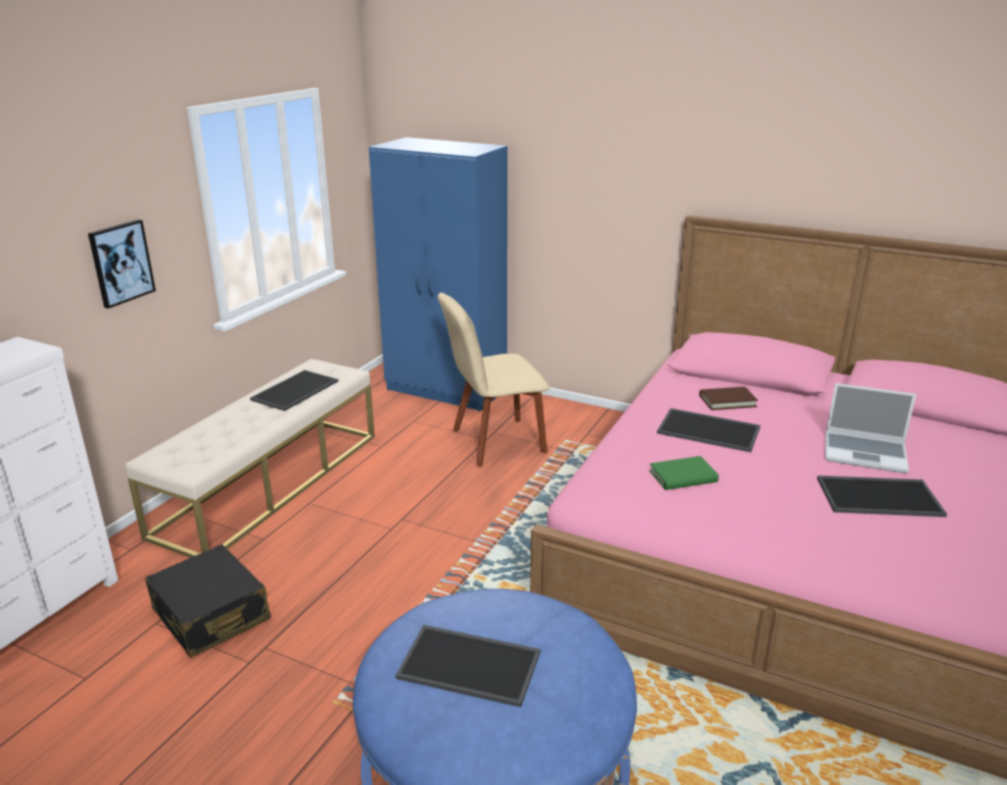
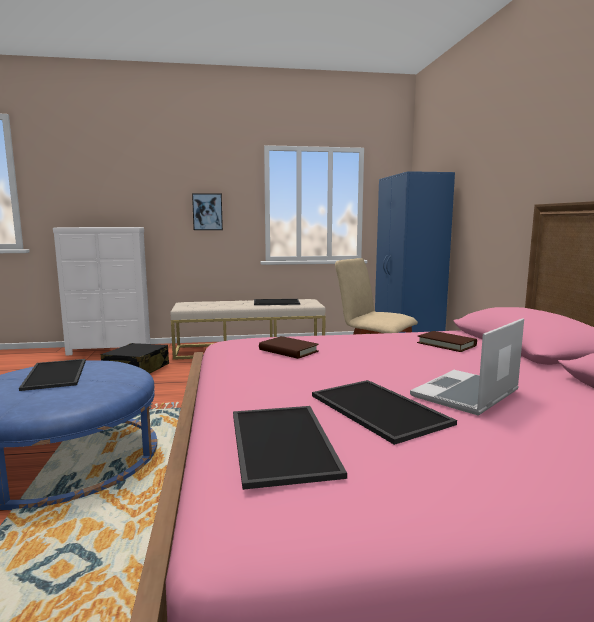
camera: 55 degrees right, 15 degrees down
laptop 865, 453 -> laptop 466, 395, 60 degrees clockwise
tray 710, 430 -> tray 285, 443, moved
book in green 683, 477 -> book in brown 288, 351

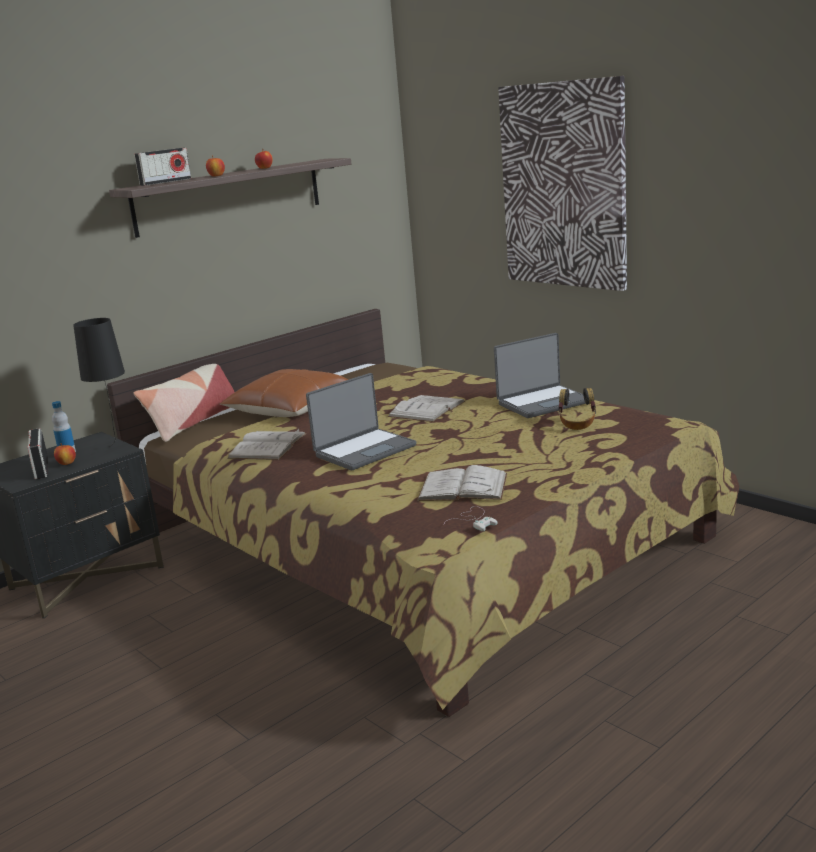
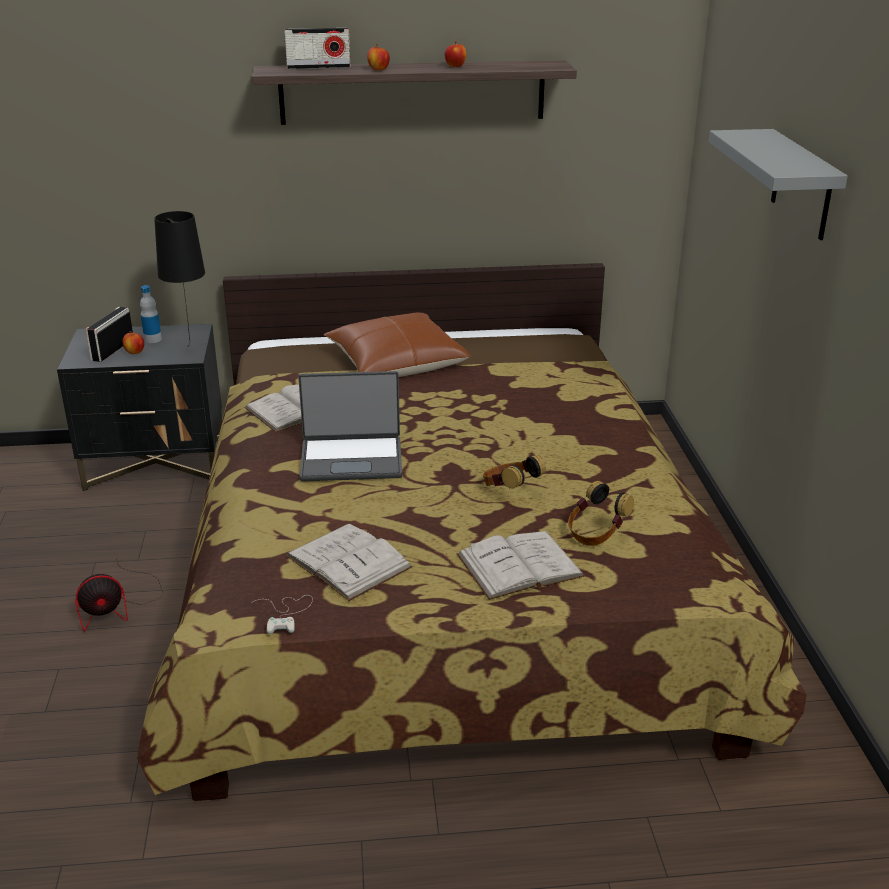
camera: 35 degrees right, 10 degrees up
picture 563, 186 -> shelf in grey 802, 185
laptop 543, 403 -> none
pillow 194, 422 -> none
book in white 427, 409 -> book in white 519, 565, moved
none -> headphones 510, 491
none -> fan 118, 606

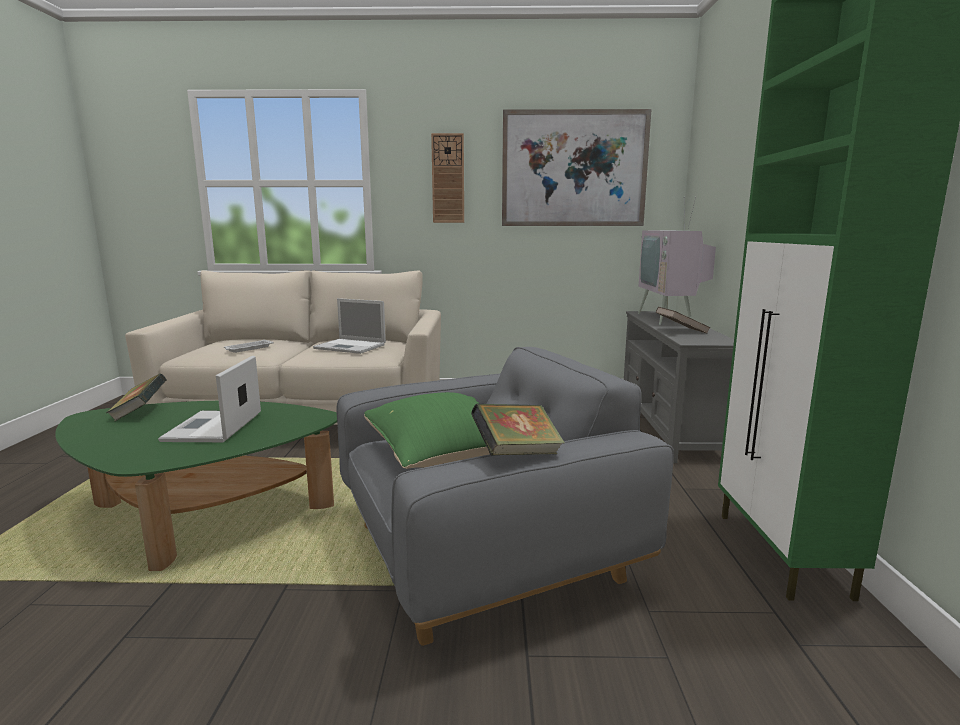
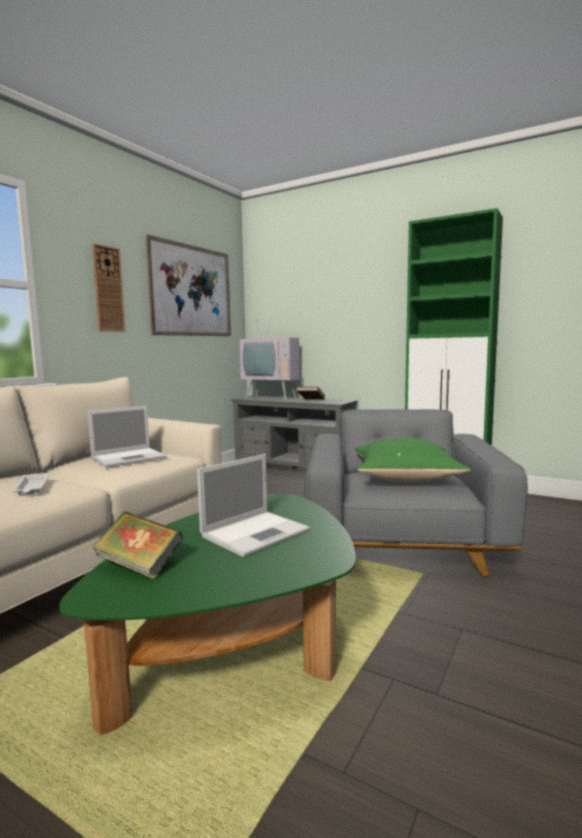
camera: 60 degrees left, 5 degrees down
laptop 213, 428 -> laptop 256, 533, 75 degrees counterclockwise
book 517, 453 -> none

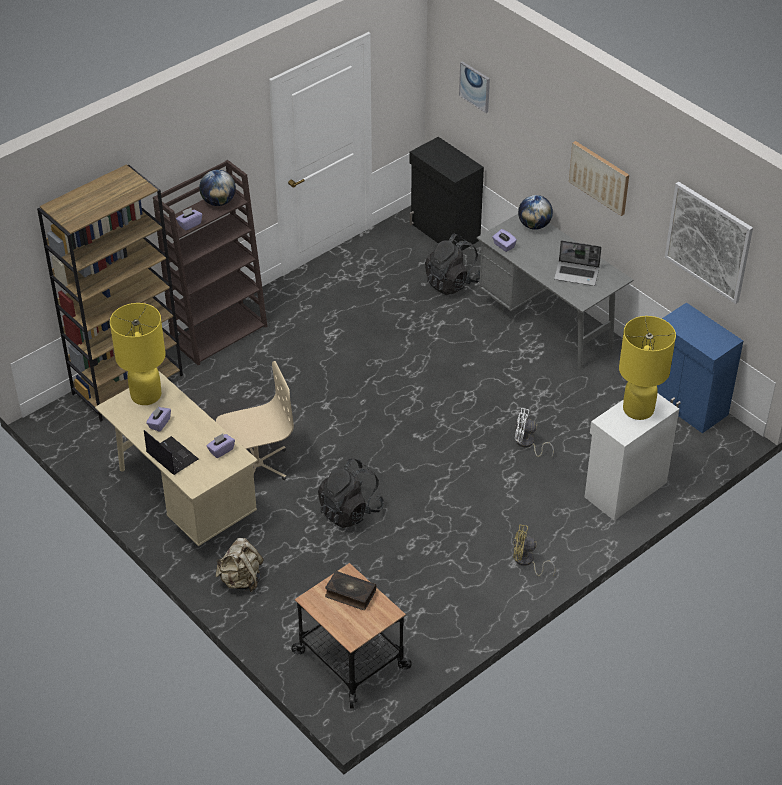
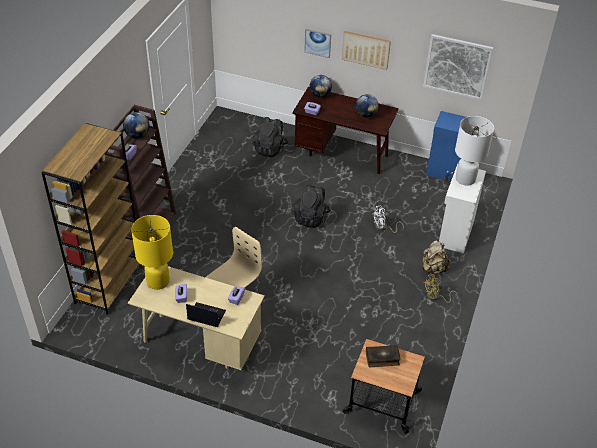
camera: 30 degrees left, 0 degrees up
picture 475, 86 -> picture 318, 42, moved
cabinet in black 444, 232 -> none
desk in grey 548, 323 -> desk in brown 342, 154
laptop 577, 274 -> globe 366, 115
table lamp in yellow 638, 409 -> table lamp in white 465, 179
backpack in black 350, 511 -> backpack in black 311, 217, moved
backpack in beige 241, 580 -> backpack in beige 433, 268, moved

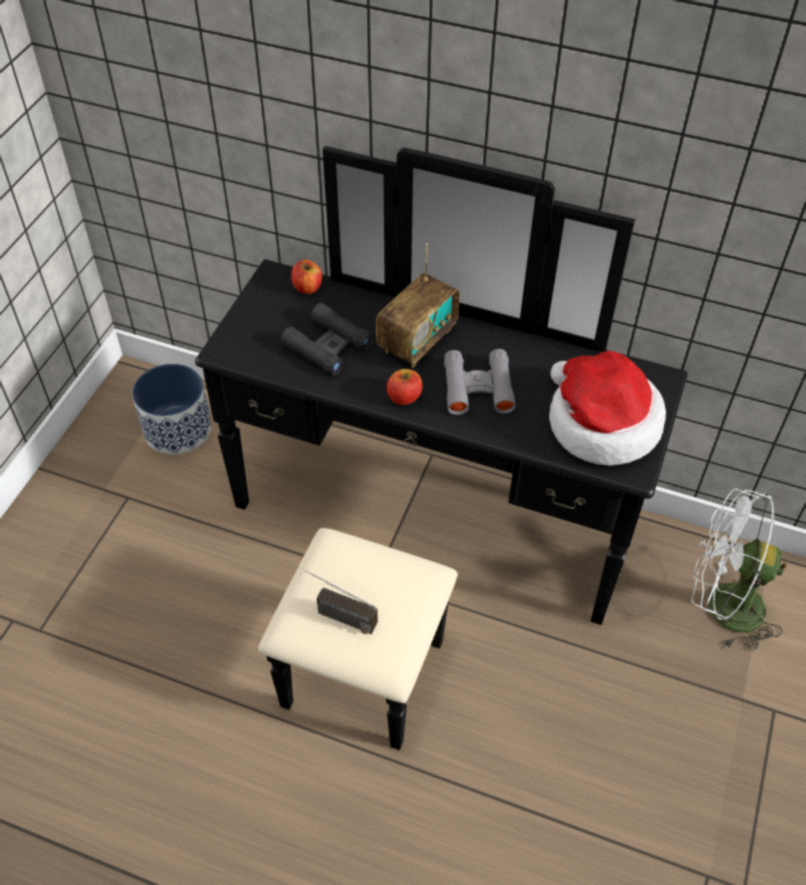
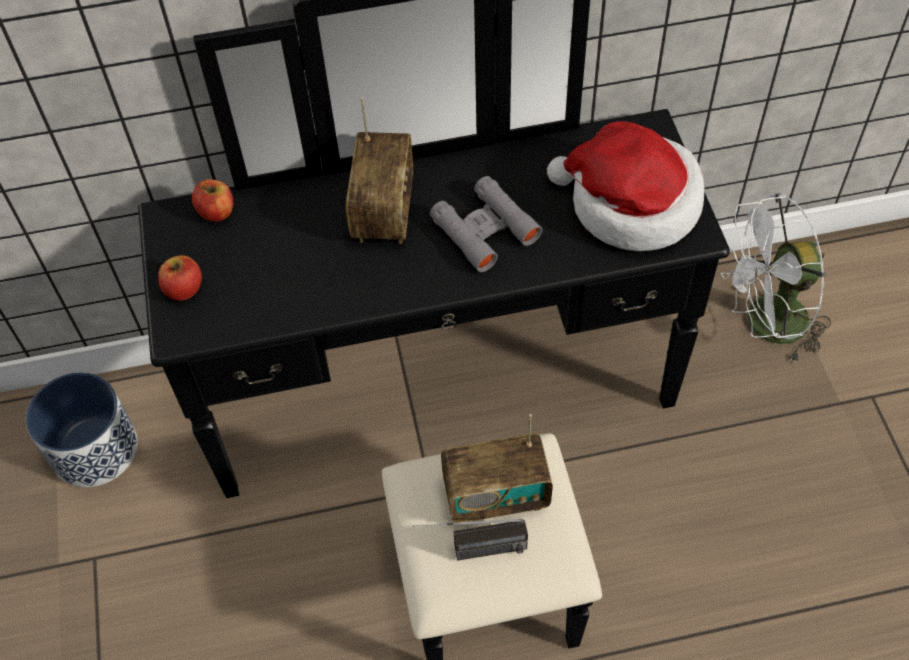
camera: 30 degrees left, 5 degrees up
binoculars in black 328, 346 -> none
apple 404, 397 -> apple 184, 289, moved
none -> radio 496, 496

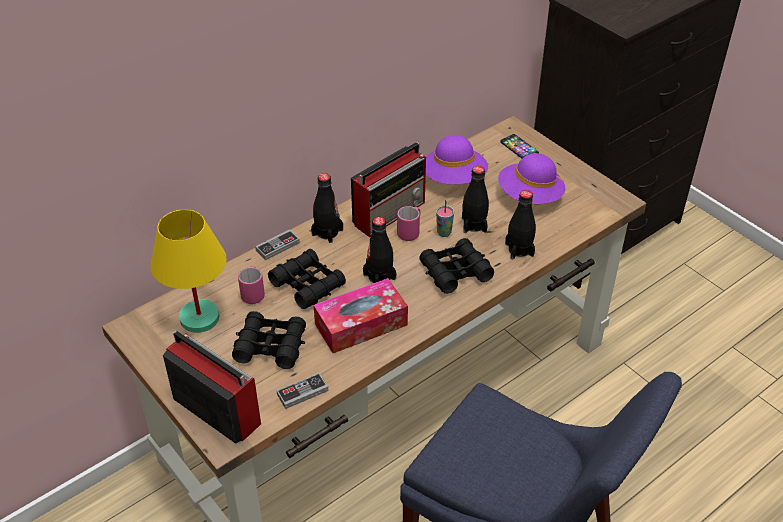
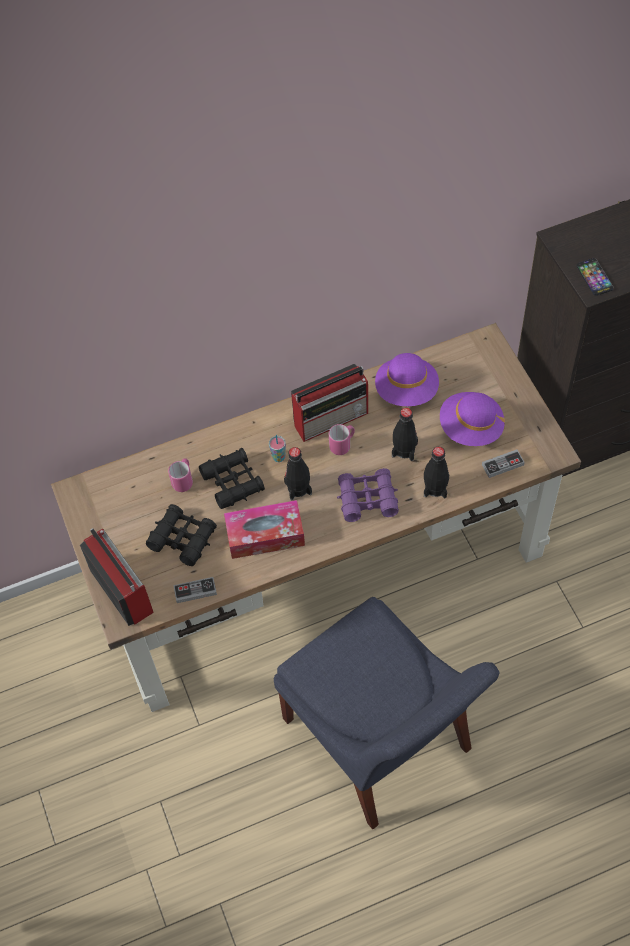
camera: 20 degrees right, 15 degrees up
phone 519, 148 -> phone 594, 277, moved
bottle in black 327, 232 -> none
cup 444, 233 -> cup 278, 457, moved
table lamp in yellow 199, 317 -> none
game controller 277, 246 -> game controller 502, 465, moved
binoculars in black 455, 272 -> binoculars in purple 367, 499

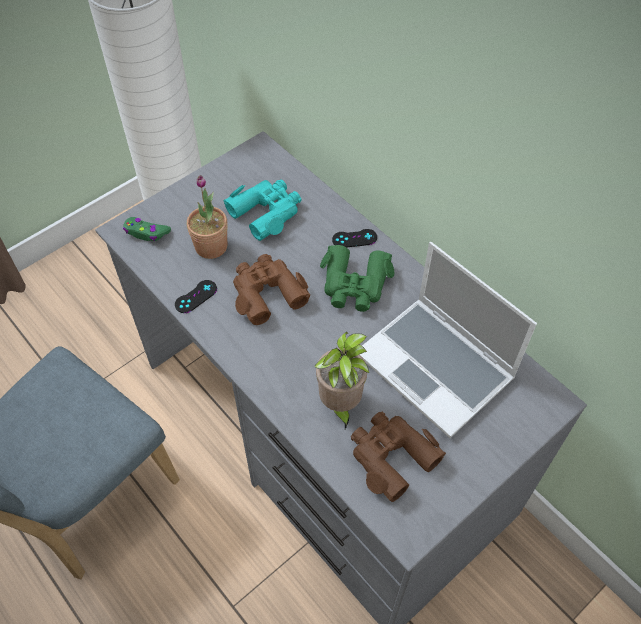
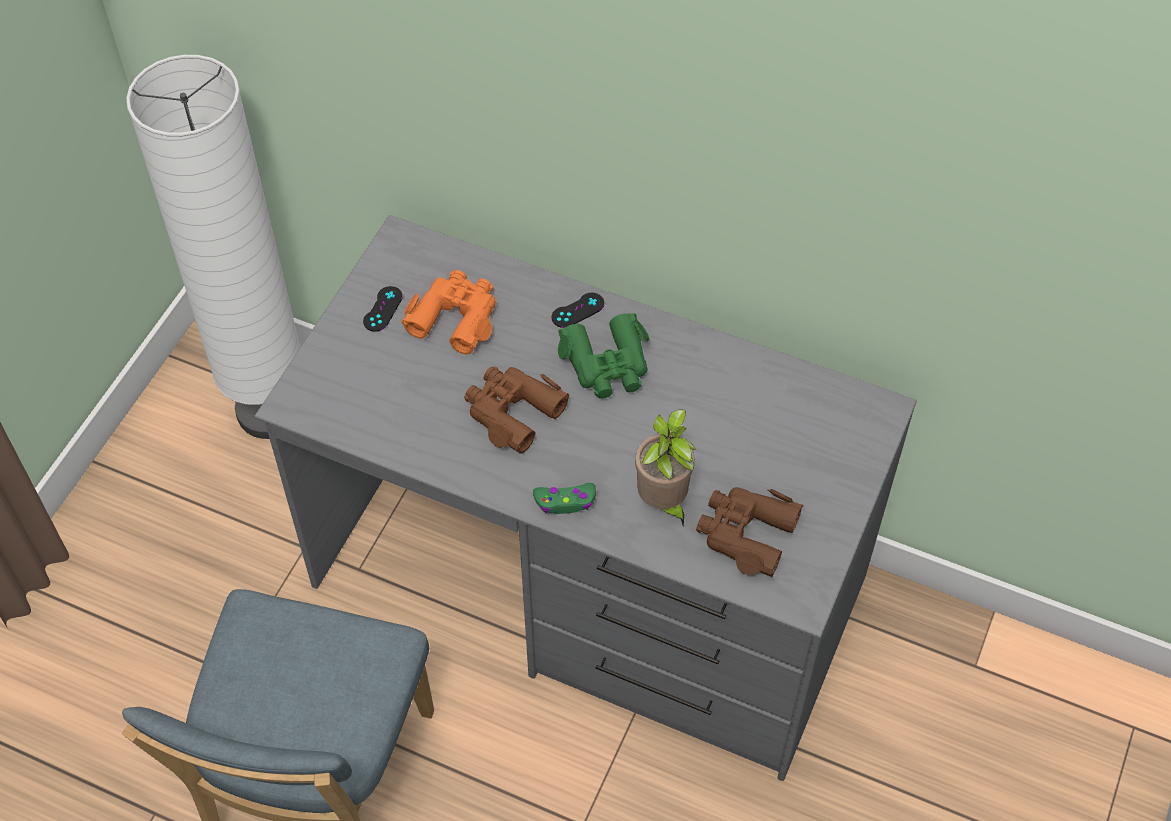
camera: 25 degrees left, 0 degrees up
potted plant 211, 246 -> none
binoculars in turquoise 266, 212 -> binoculars in orange 455, 316
game controller in green 146, 232 -> game controller in green 565, 502, moved
laptop 437, 367 -> none
game controller in black 196, 296 -> game controller in black 383, 309, moved

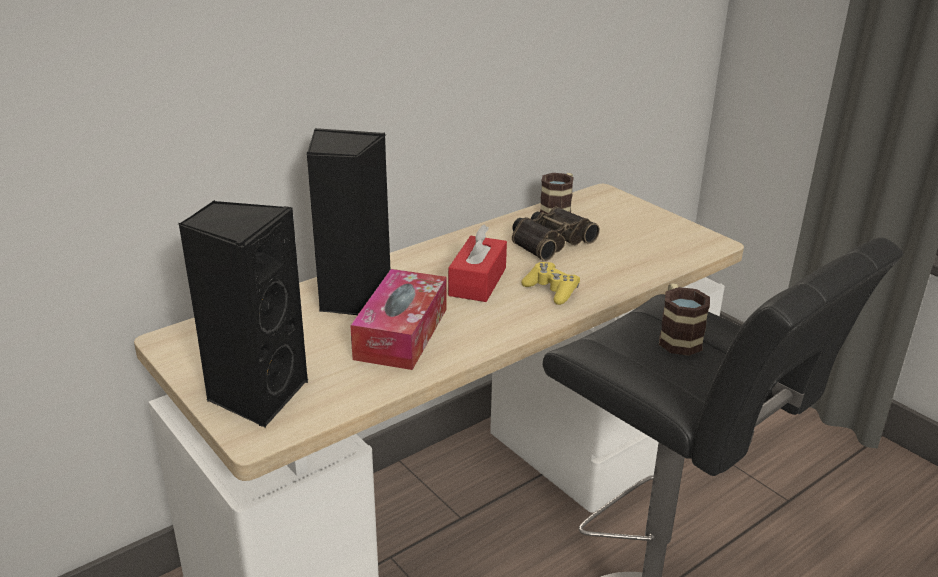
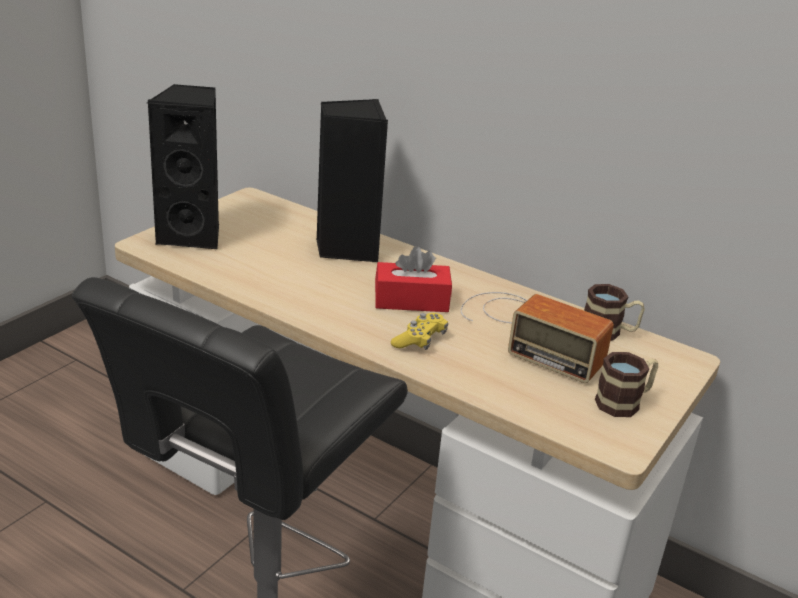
camera: 70 degrees right, 0 degrees up
binoculars 549, 241 -> radio 528, 332
tissue box 401, 333 -> none
mug 677, 337 -> mug 624, 402, moved

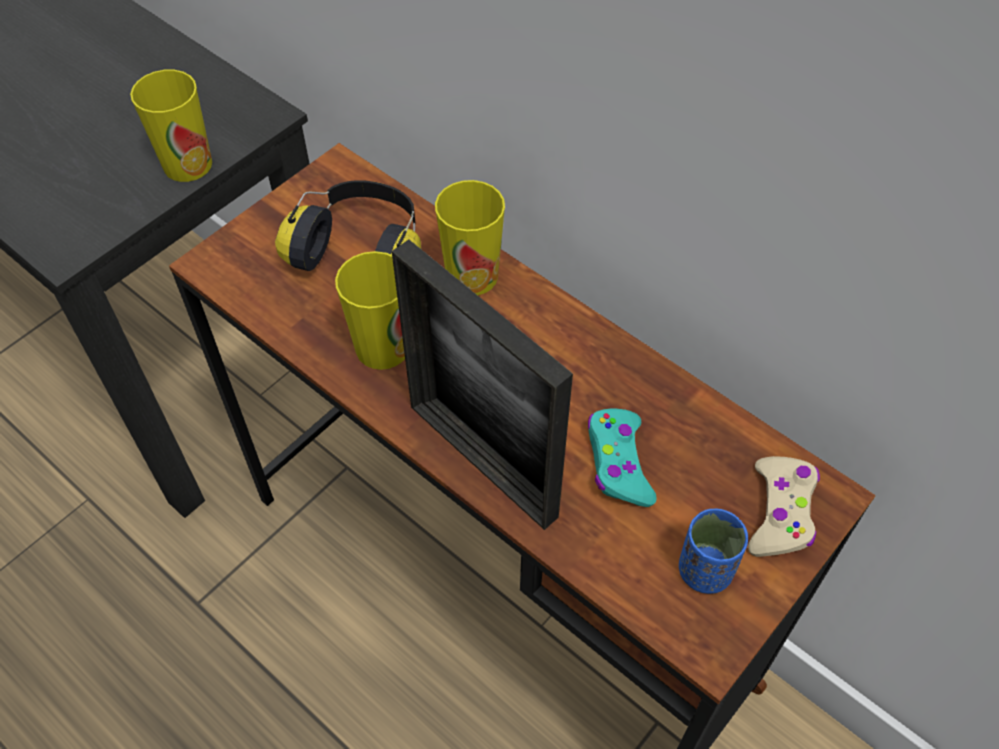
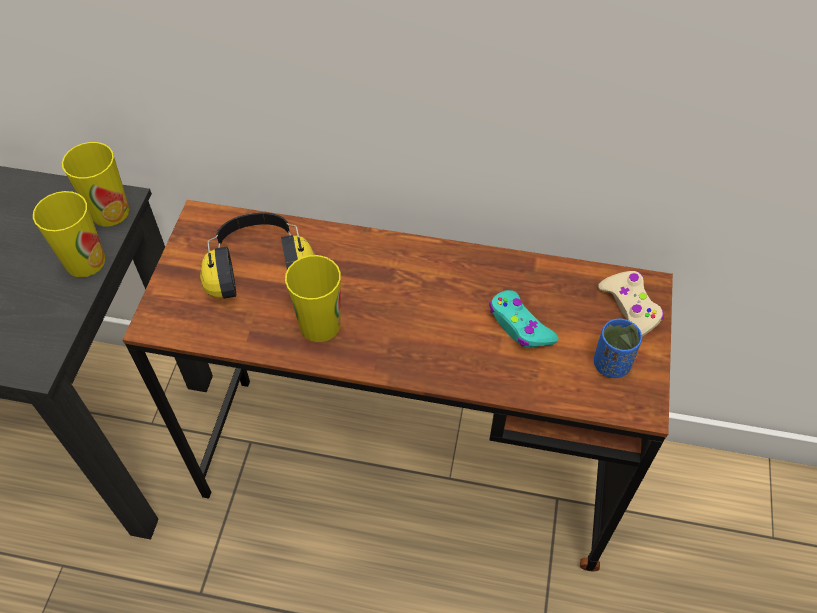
camera: 30 degrees left, 0 degrees up
cup 472, 275 -> cup 110, 212, moved
picture frame 482, 460 -> none

